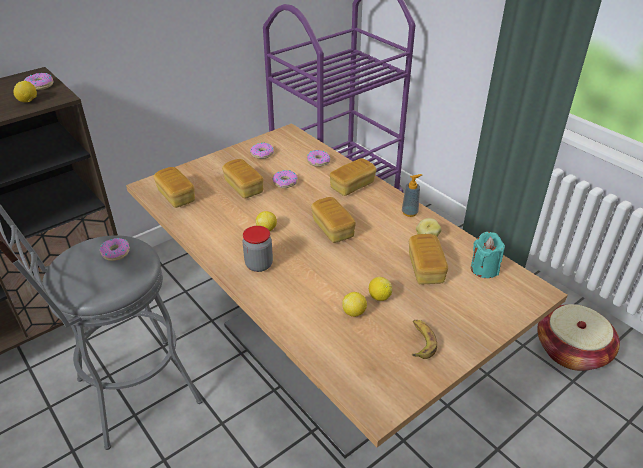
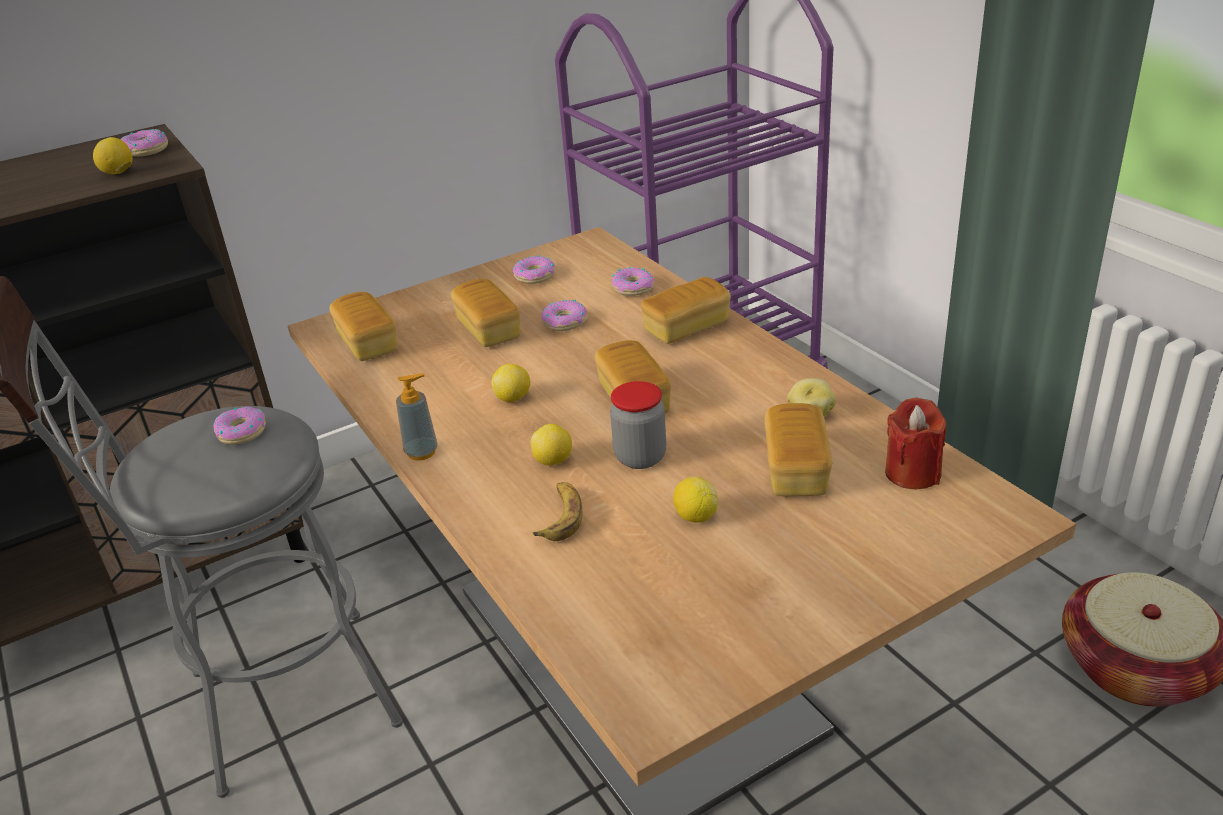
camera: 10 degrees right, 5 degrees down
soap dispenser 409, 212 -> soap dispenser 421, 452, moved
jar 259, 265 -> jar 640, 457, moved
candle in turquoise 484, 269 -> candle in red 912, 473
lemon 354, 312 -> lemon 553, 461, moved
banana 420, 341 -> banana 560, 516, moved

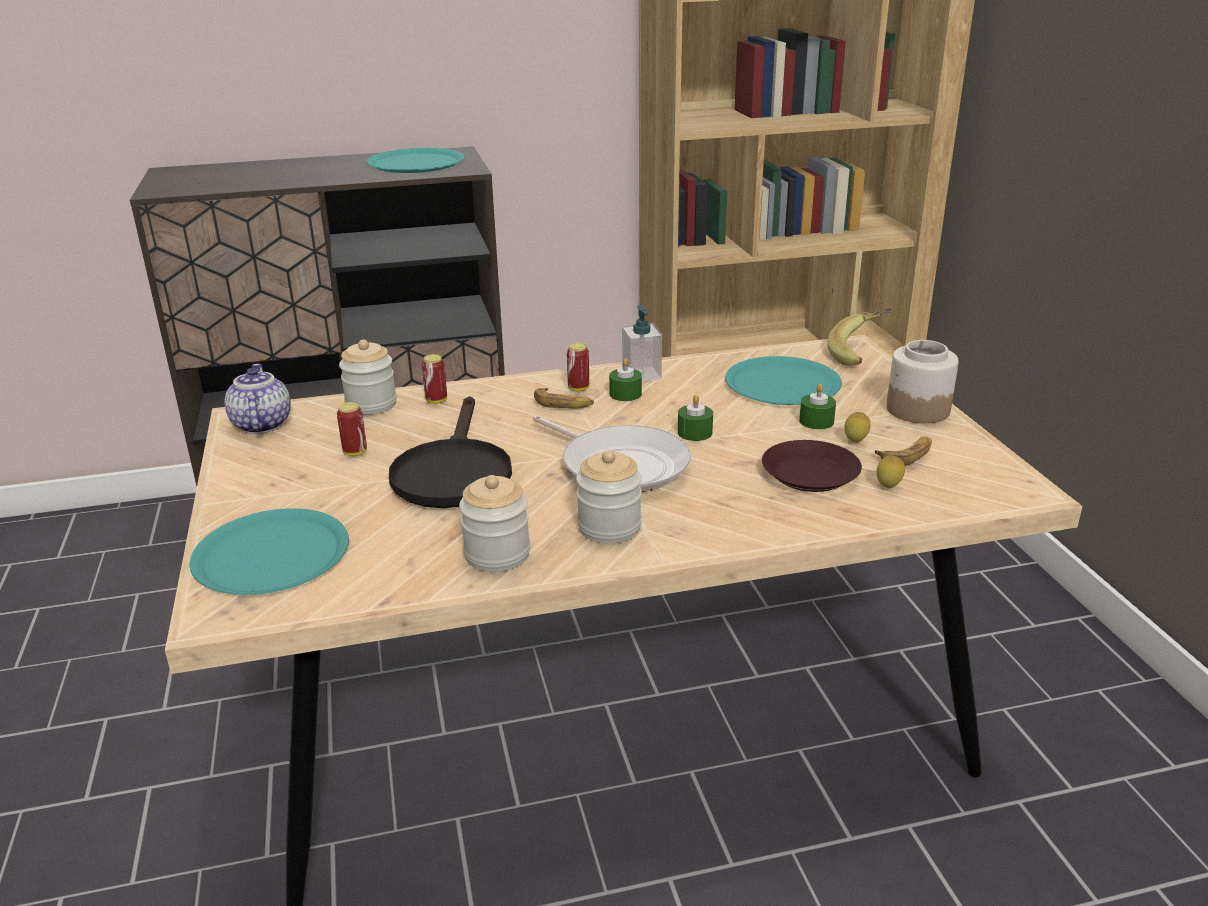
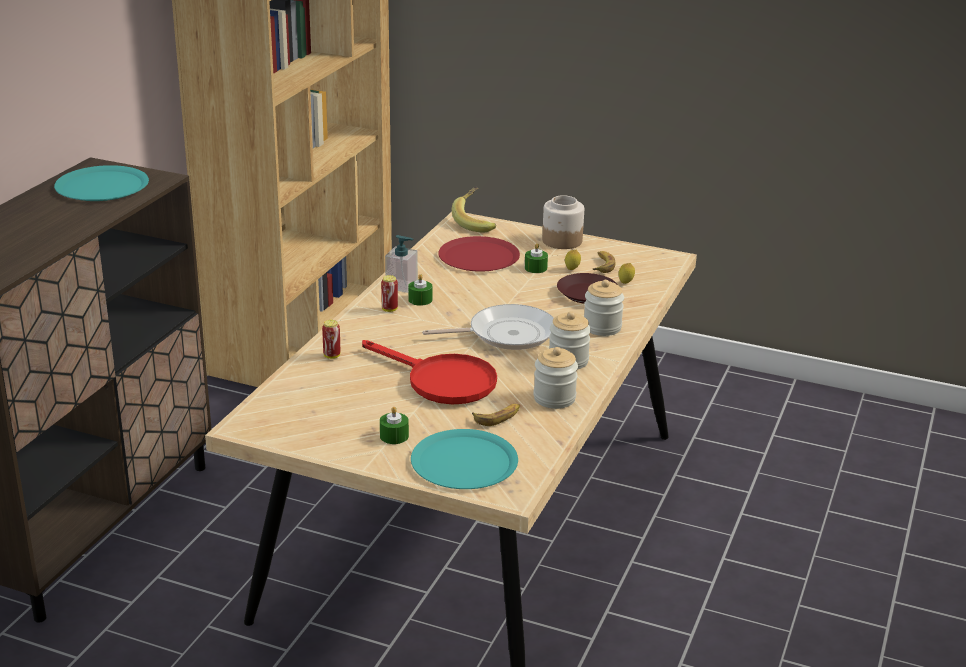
camera: 55 degrees left, 0 degrees up
jar 371, 404 -> jar 602, 327, moved
plate in turquoise 782, 384 -> plate in red 478, 256
teapot 260, 424 -> none
banana 563, 404 -> banana 498, 417, moved
candle in green 695, 432 -> candle in green 394, 436, moved
frying pan in black 453, 471 -> frying pan in red 441, 381
can 355, 452 -> none

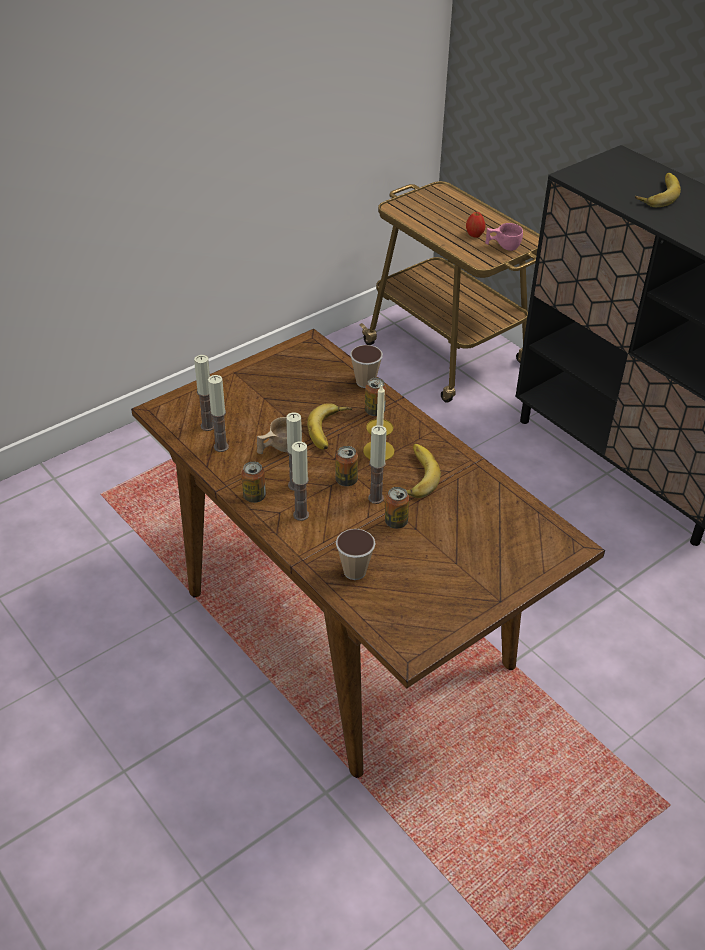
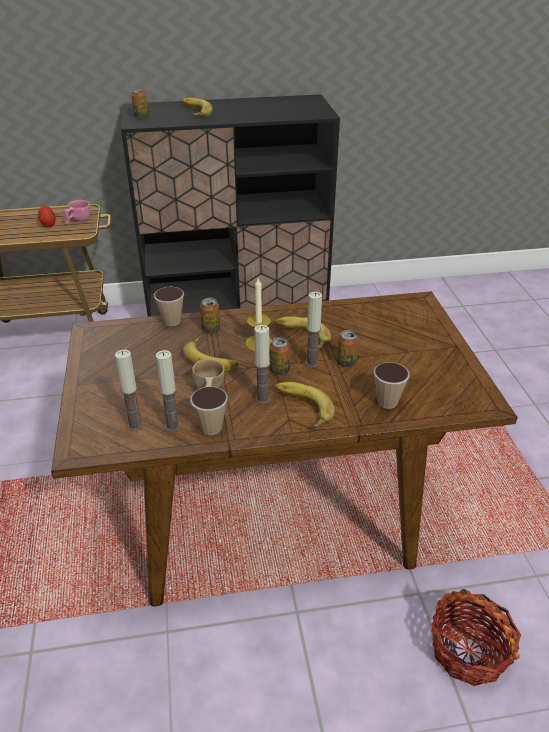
camera: 60 degrees left, 5 degrees down
candle 301, 515 -> banana 301, 408
can 254, 496 -> can 141, 117, moved
none -> cup 211, 427
none -> basket 468, 650

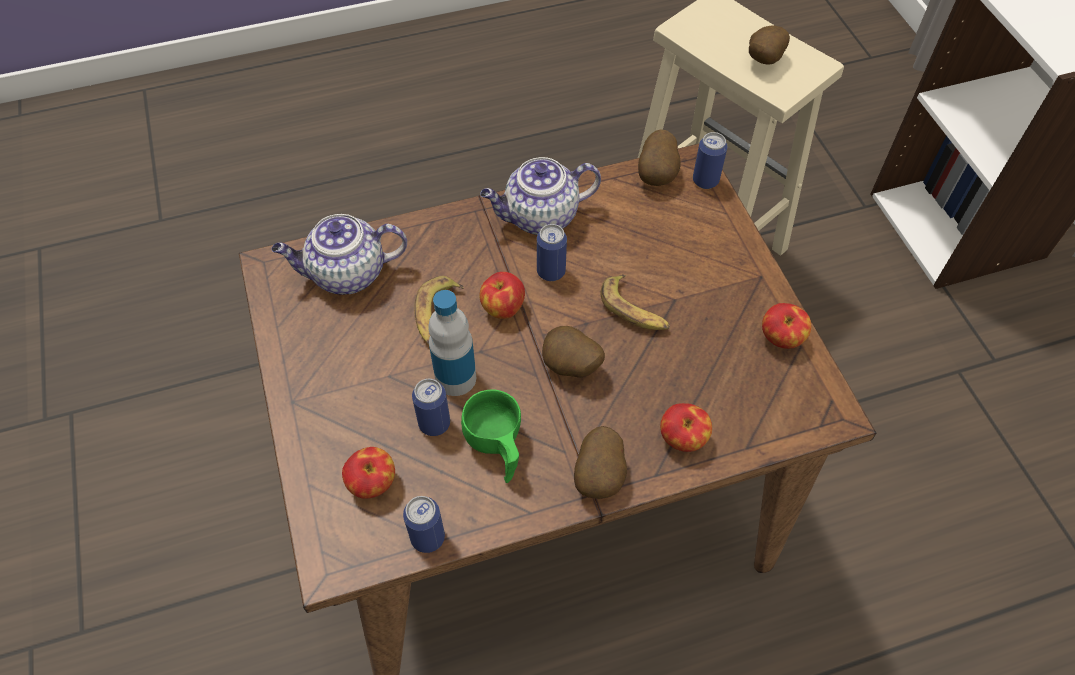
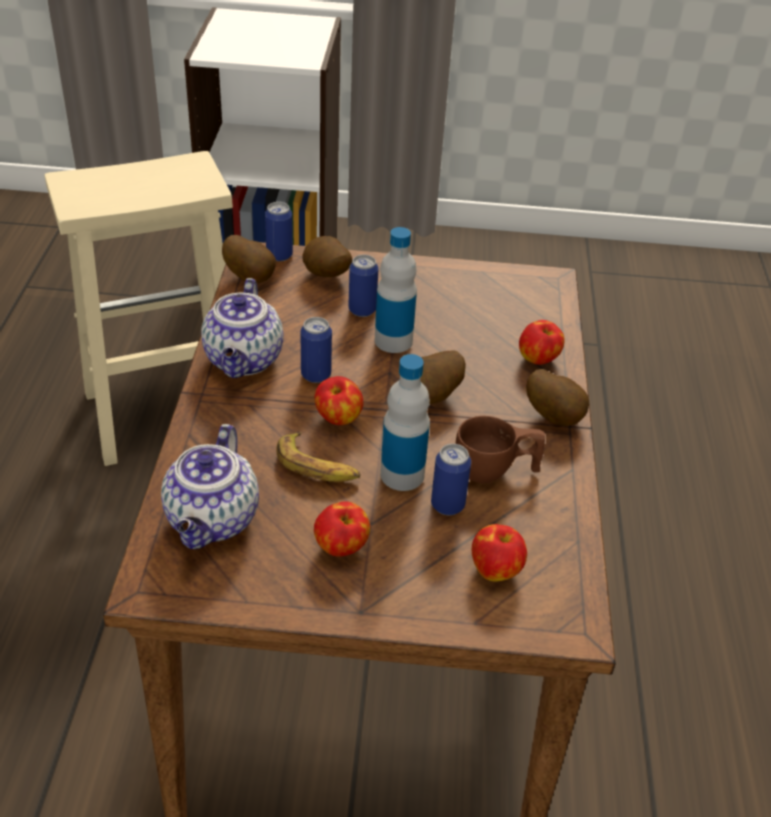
camera: 70 degrees left, 15 degrees down
potato 762, 60 -> potato 326, 276, moved
banana 634, 310 -> bottle 393, 341
apple 781, 339 -> apple 342, 547, moved
cup in green 496, 448 -> cup in brown 495, 470
can 428, 538 -> can 362, 310, moved

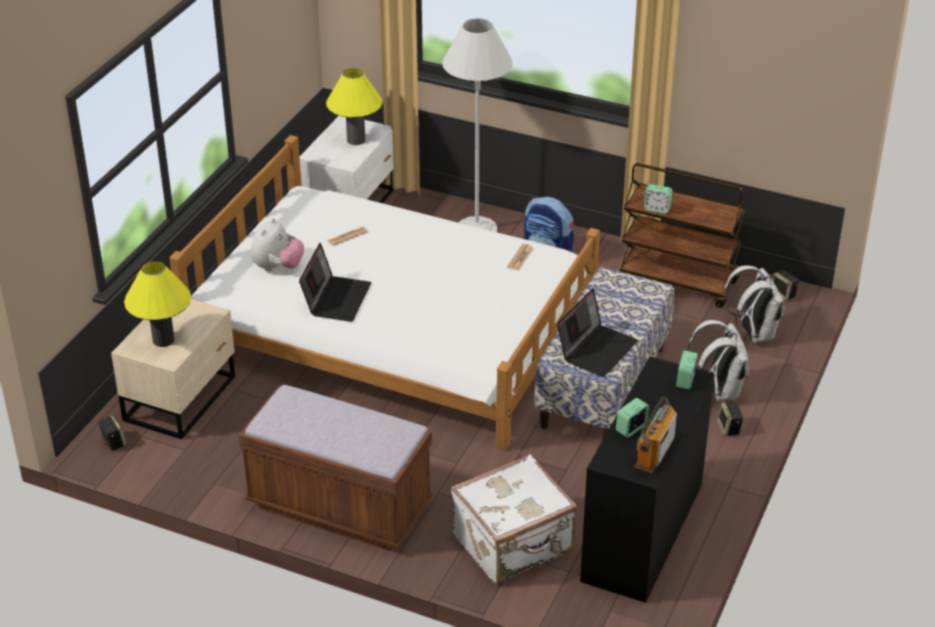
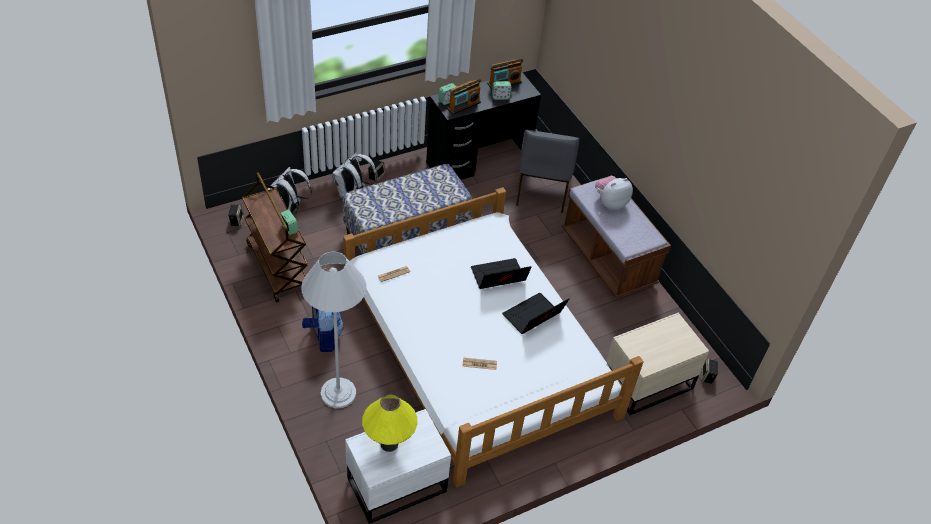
camera: 145 degrees left, 10 degrees up
plush toy 277, 267 -> plush toy 610, 203, moved
table lamp in yellow 163, 340 -> none
laptop 596, 349 -> laptop 498, 278, moved
suitcase in white 514, 545 -> chair in grey 542, 191
none -> radio 463, 106

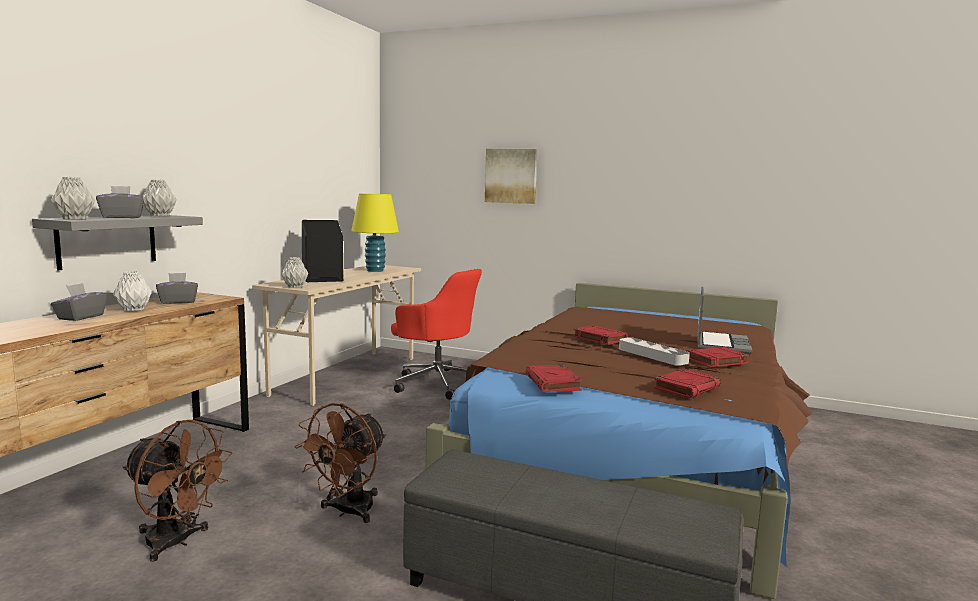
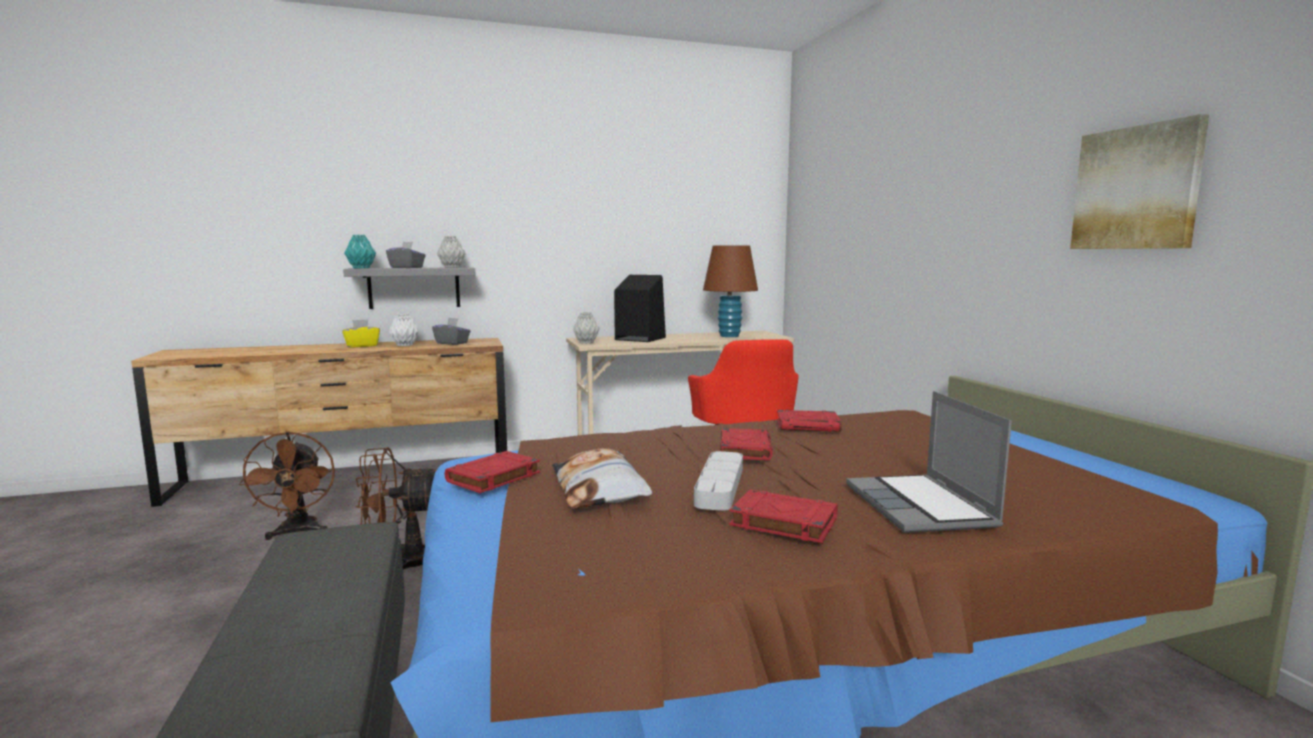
camera: 50 degrees right, 0 degrees up
picture 511, 176 -> picture 1137, 188, moved
vase in grey 75, 219 -> vase in turquoise 361, 268
table lamp in yellow 375, 270 -> table lamp in brown 729, 336
tissue box in grey 80, 317 -> tissue box in yellow 362, 346
laptop 721, 344 -> laptop 921, 507, 105 degrees clockwise
book in red 686, 388 -> book in red 808, 426, moved
none -> pillow 600, 489

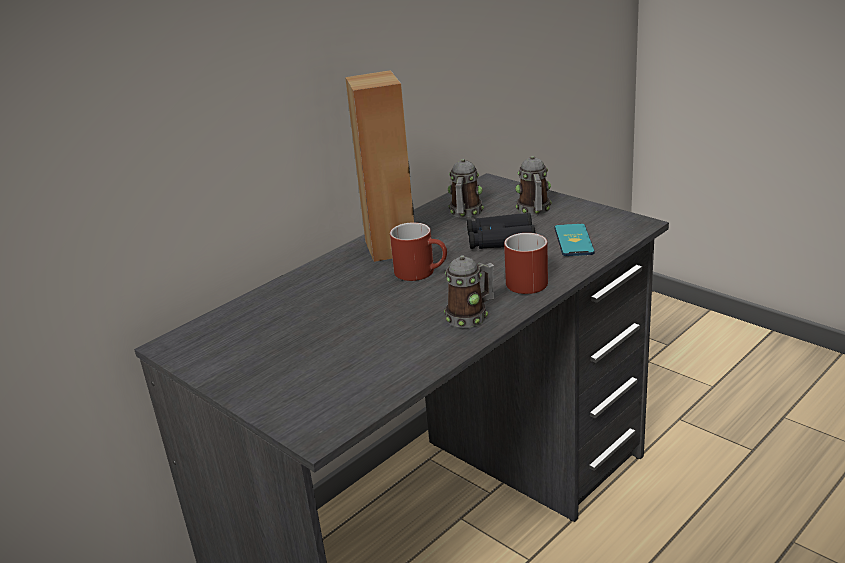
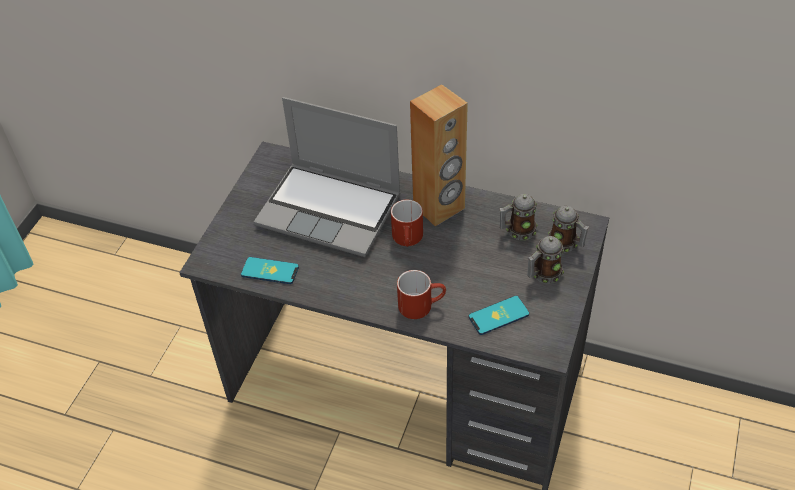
camera: 65 degrees right, 20 degrees up
binoculars in black 500, 240 -> none
mug 471, 316 -> mug 566, 244, moved
none -> laptop 331, 210
none -> phone 270, 271

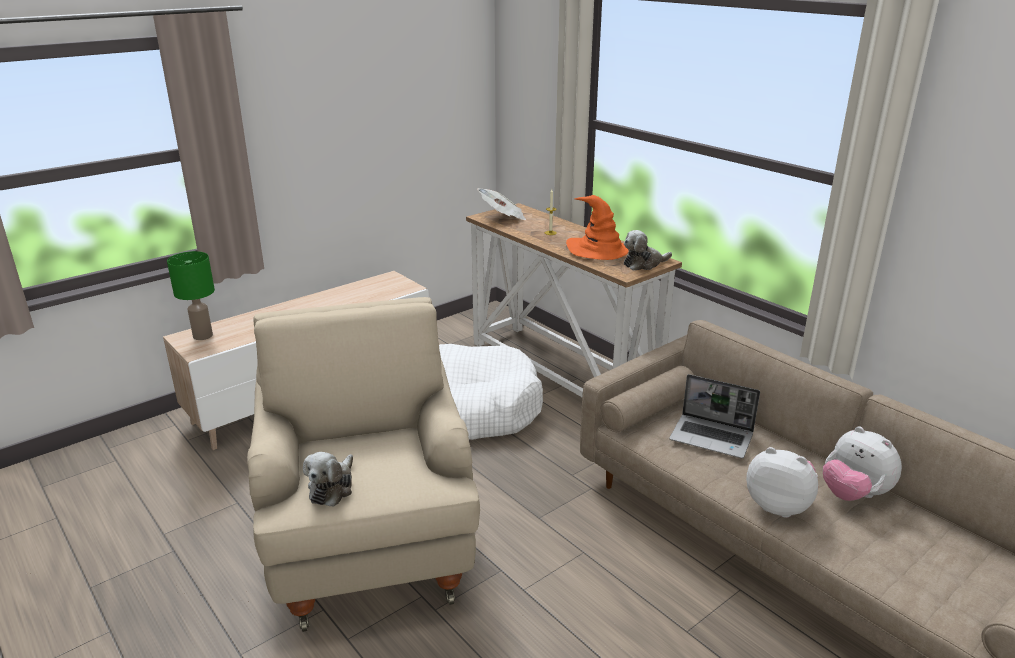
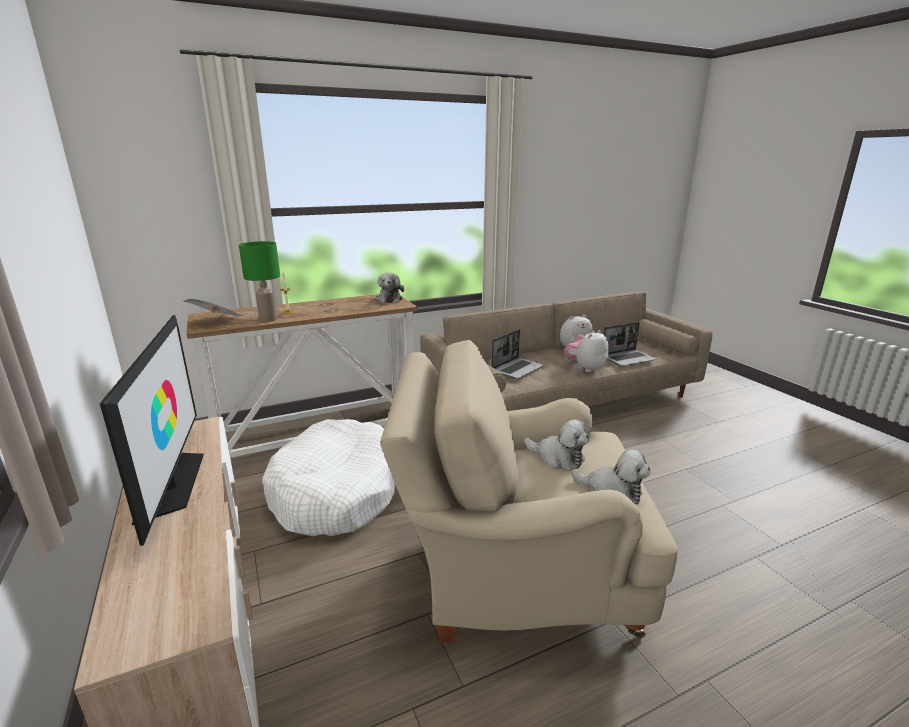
camera: 75 degrees left, 5 degrees down
hat in orange 597, 250 -> none
table lamp in green 202, 336 -> table lamp in green 268, 319, moved
none -> television 173, 482
none -> laptop 628, 358
none -> plush toy 558, 457

